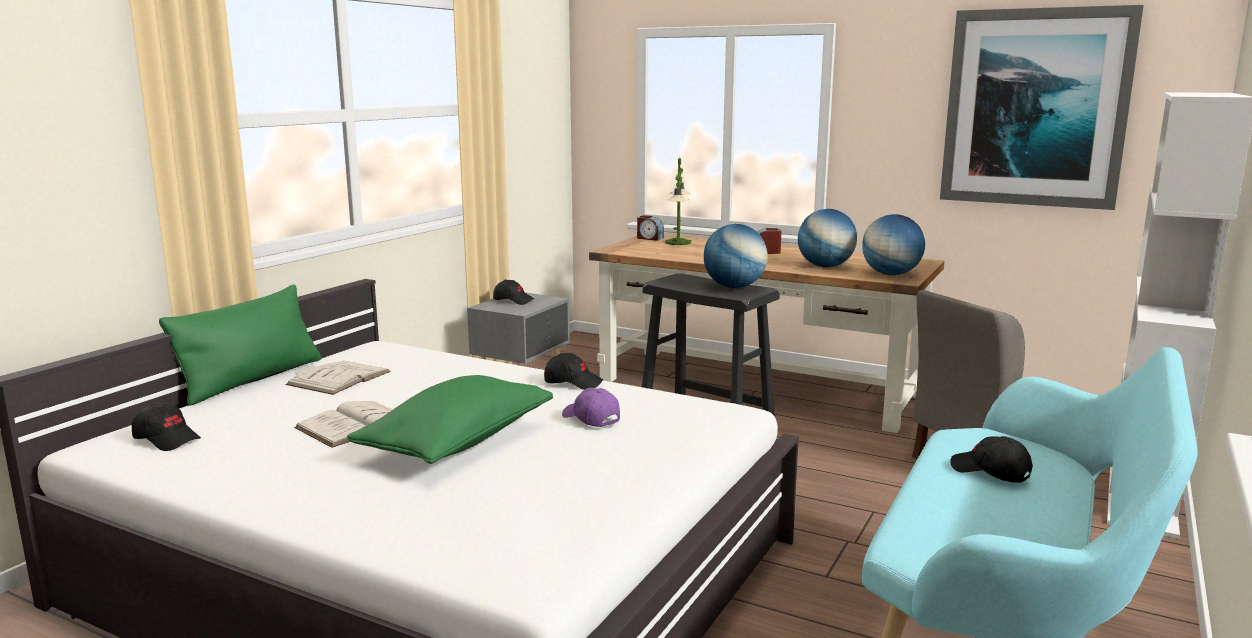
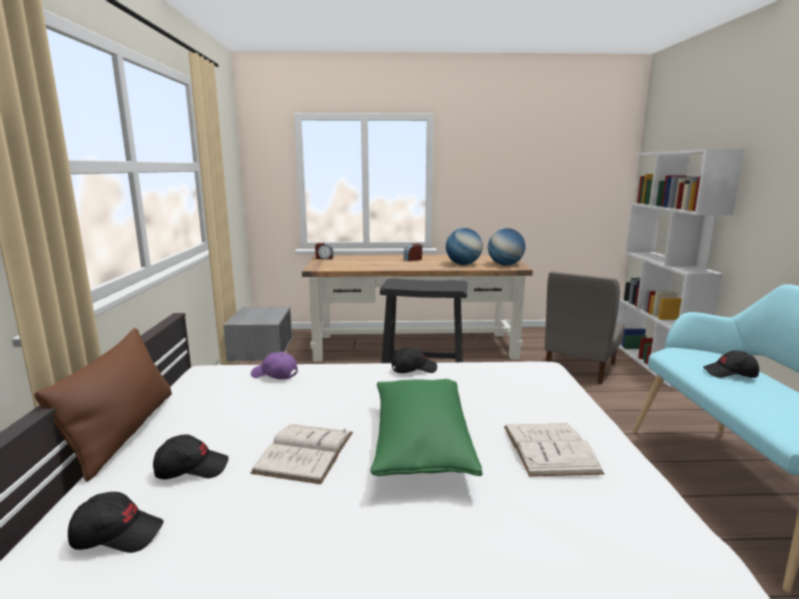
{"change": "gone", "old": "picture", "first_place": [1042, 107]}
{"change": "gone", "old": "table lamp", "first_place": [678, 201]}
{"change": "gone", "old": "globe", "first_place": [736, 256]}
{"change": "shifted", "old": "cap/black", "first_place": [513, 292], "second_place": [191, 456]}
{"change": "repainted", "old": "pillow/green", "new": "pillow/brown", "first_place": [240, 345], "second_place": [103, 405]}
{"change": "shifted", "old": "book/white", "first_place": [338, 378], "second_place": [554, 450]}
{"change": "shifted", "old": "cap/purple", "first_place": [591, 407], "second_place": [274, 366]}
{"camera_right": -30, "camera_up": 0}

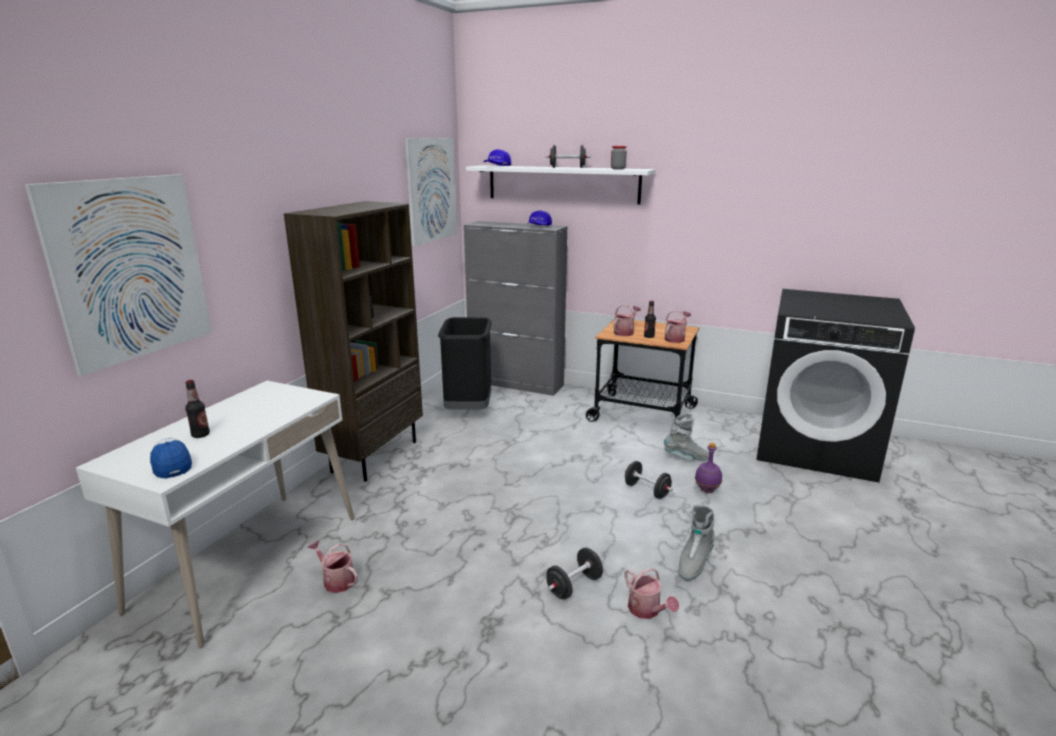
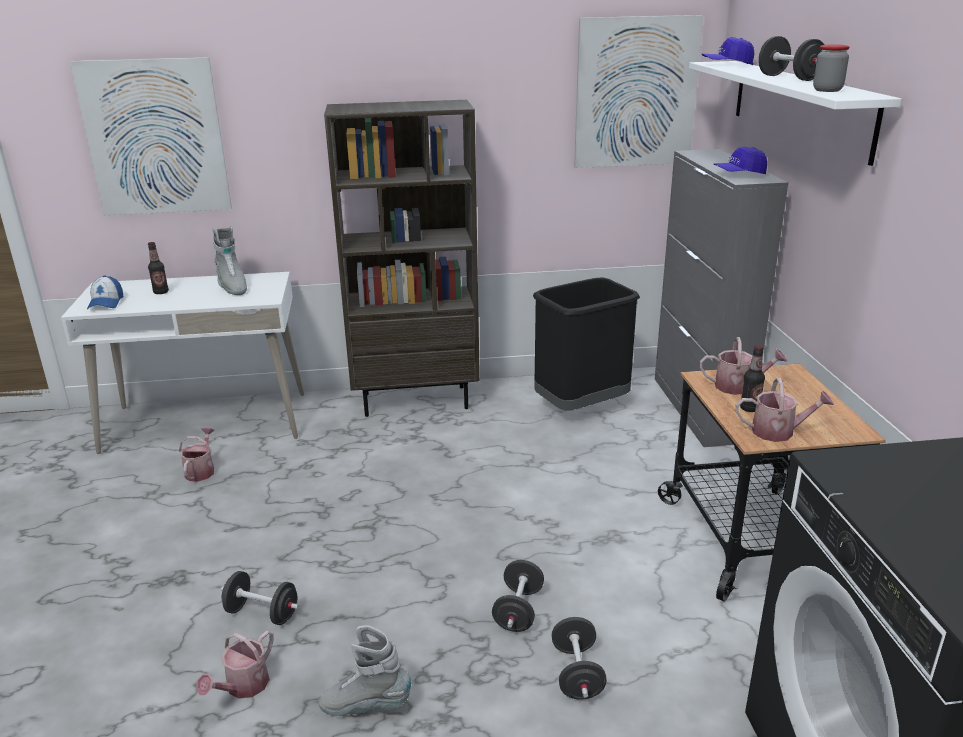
{"change": "shifted", "old": "boot/grey", "first_place": [686, 436], "second_place": [230, 260]}
{"change": "rotated", "old": "cap", "first_place": [171, 458], "second_place": [105, 292], "degrees": 150}
{"change": "swapped", "old": "bottle/purple", "new": "dumbbell/black", "first_place": [708, 468], "second_place": [579, 658]}
{"camera_right": 60, "camera_up": 5}

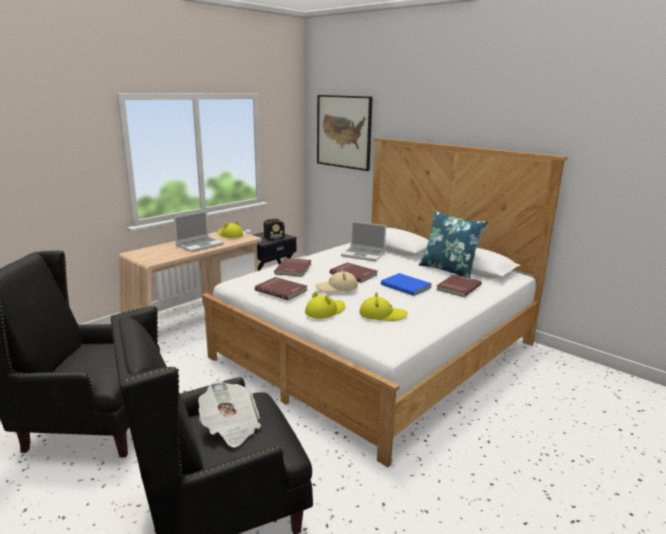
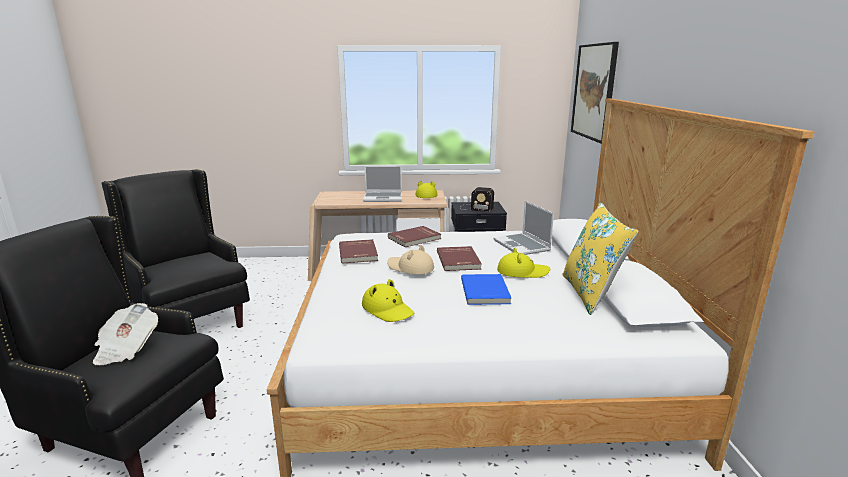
{"change": "repainted", "old": "pillow/blue", "new": "pillow/yellow", "first_place": [453, 244], "second_place": [600, 259]}
{"change": "gone", "old": "book/red", "first_place": [459, 285]}
{"change": "shifted", "old": "hat/yellow", "first_place": [325, 305], "second_place": [523, 262]}
{"camera_right": 45, "camera_up": 0}

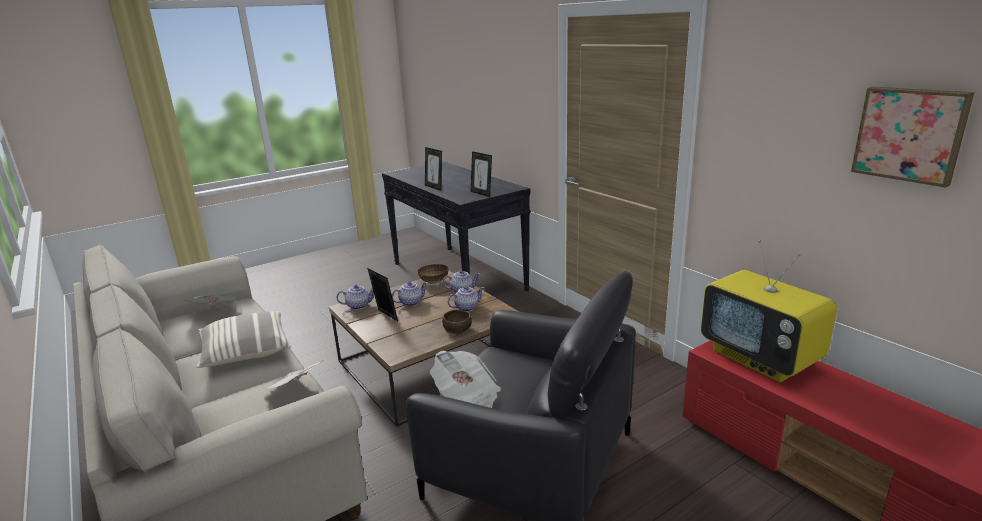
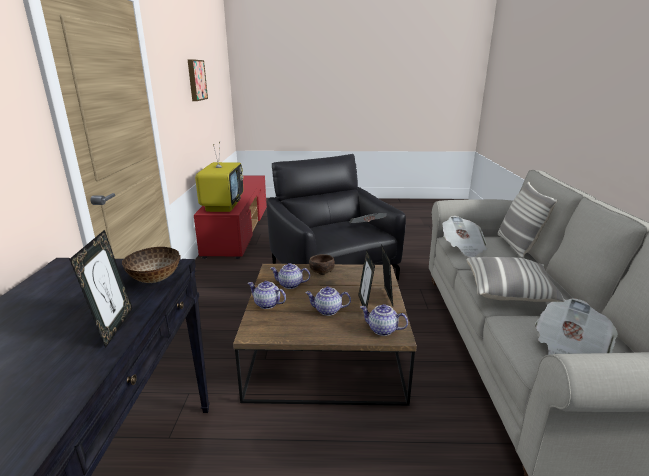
{"change": "shifted", "old": "picture frame", "first_place": [481, 174], "second_place": [387, 275]}
{"change": "shifted", "old": "bowl", "first_place": [433, 274], "second_place": [151, 265]}
{"change": "new", "new": "pillow", "second_place": [527, 220]}
{"camera_right": -145, "camera_up": 0}

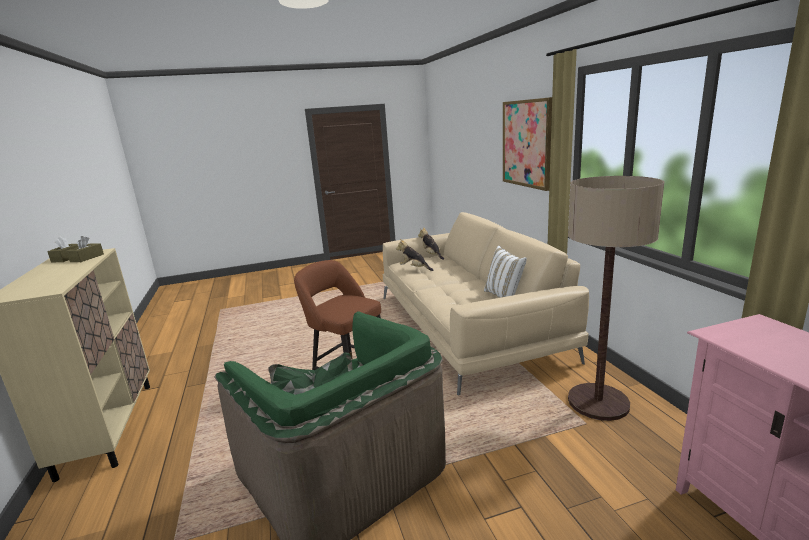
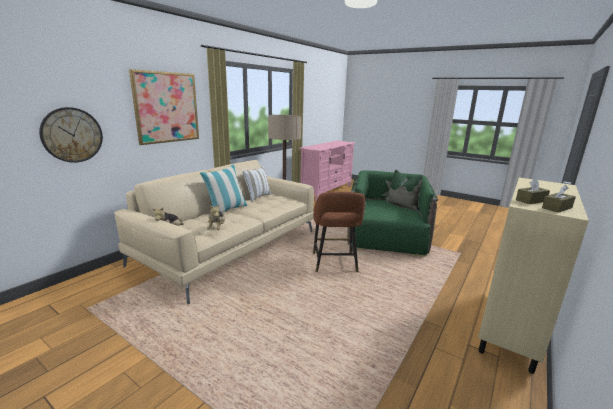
{"change": "new", "new": "wall clock", "second_place": [71, 135]}
{"change": "new", "new": "pillow", "second_place": [223, 189]}
{"camera_right": -130, "camera_up": 0}

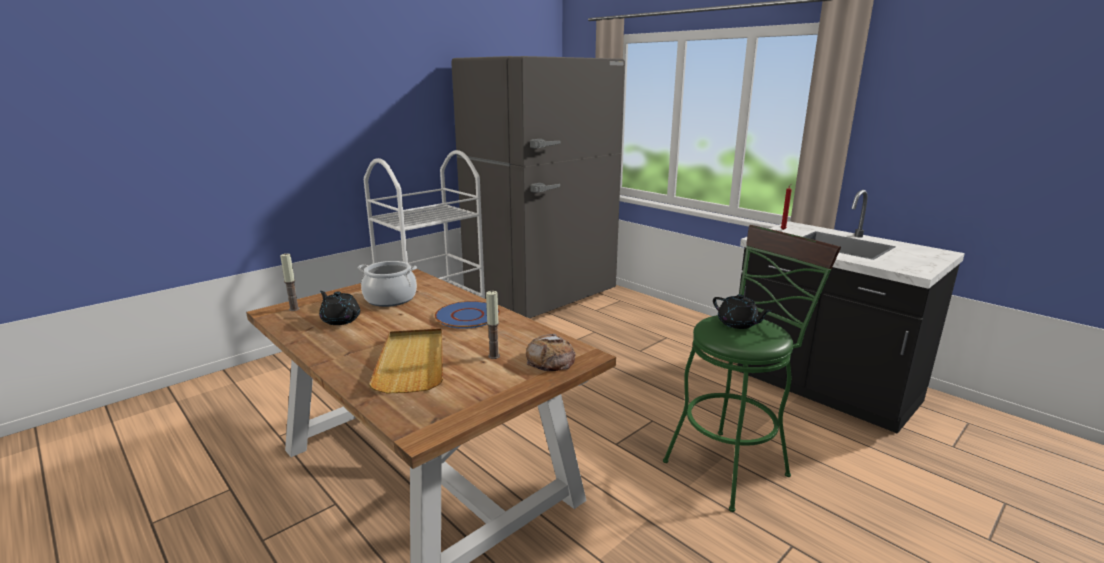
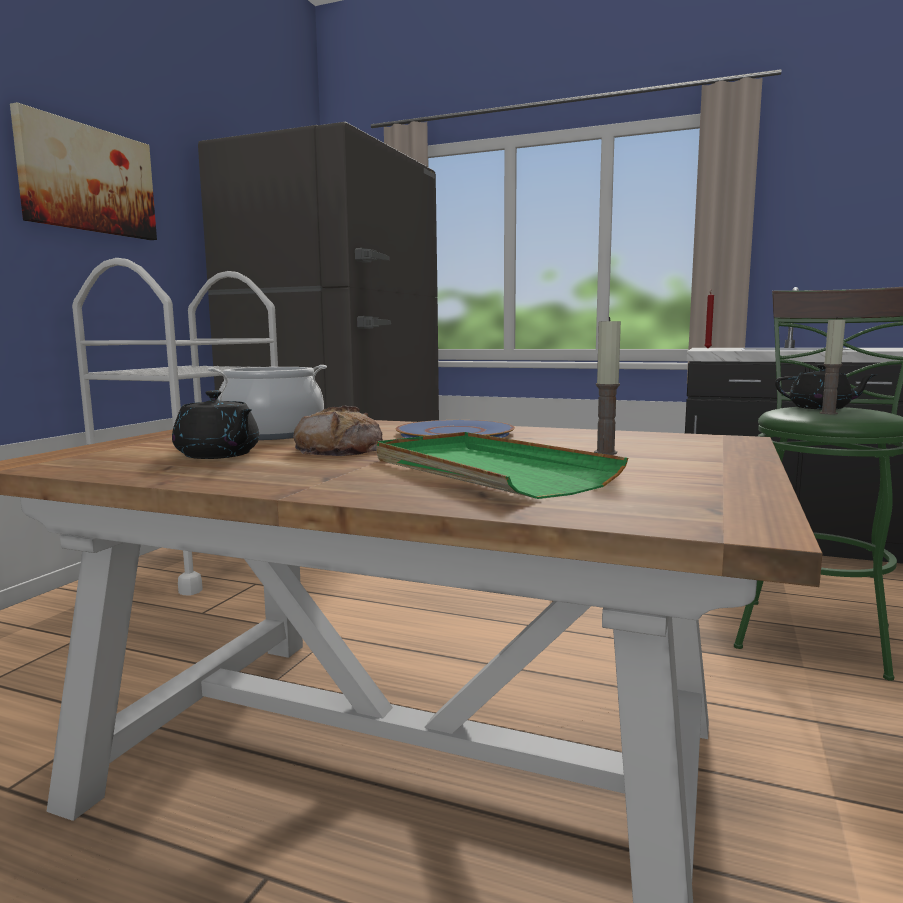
{"change": "shifted", "old": "candle", "first_place": [290, 282], "second_place": [832, 365]}
{"change": "rotated", "old": "teapot/black", "first_place": [339, 308], "second_place": [215, 424], "degrees": -150}
{"change": "repainted", "old": "tray/beige", "new": "tray/green", "first_place": [406, 360], "second_place": [502, 465]}
{"change": "shifted", "old": "bread", "first_place": [551, 352], "second_place": [338, 430]}
{"change": "new", "new": "picture", "second_place": [83, 171]}
{"camera_right": -25, "camera_up": -10}

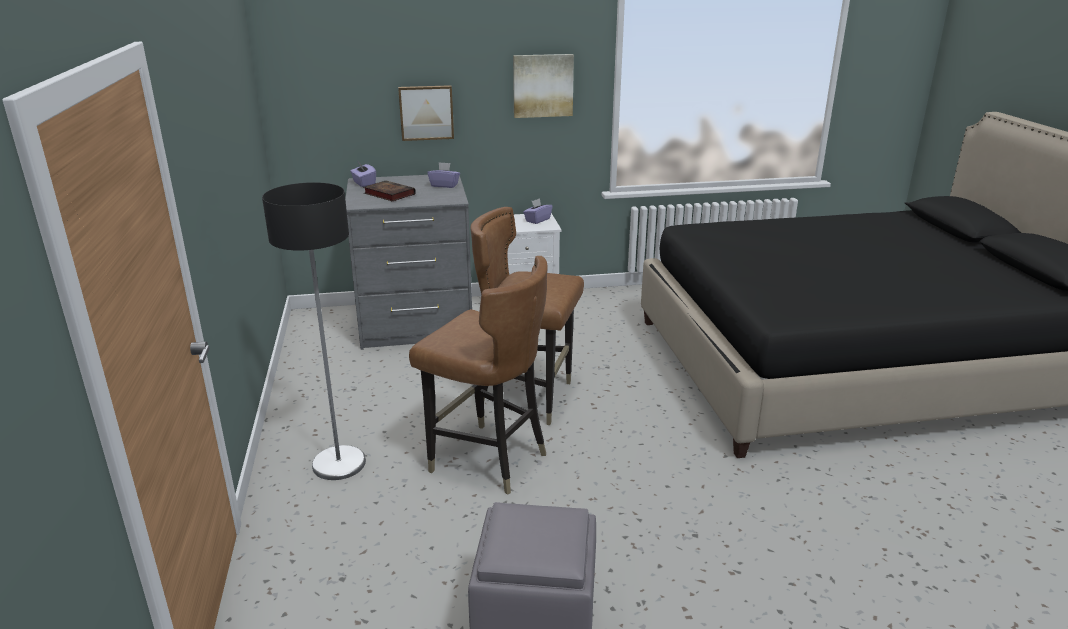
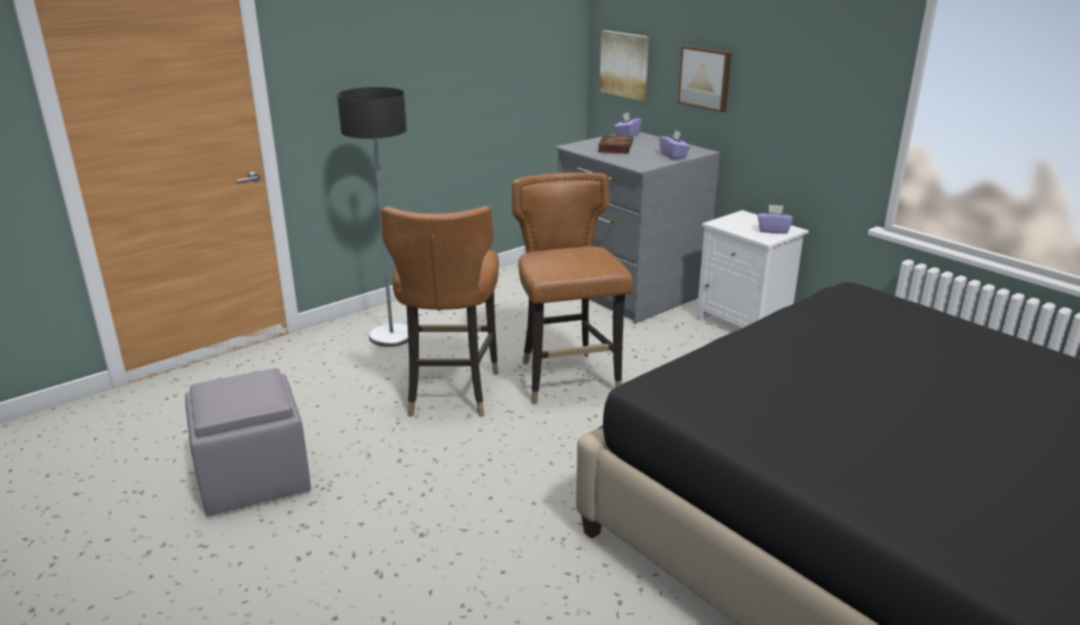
{"change": "shifted", "old": "picture", "first_place": [543, 86], "second_place": [624, 65]}
{"camera_right": 60, "camera_up": 0}

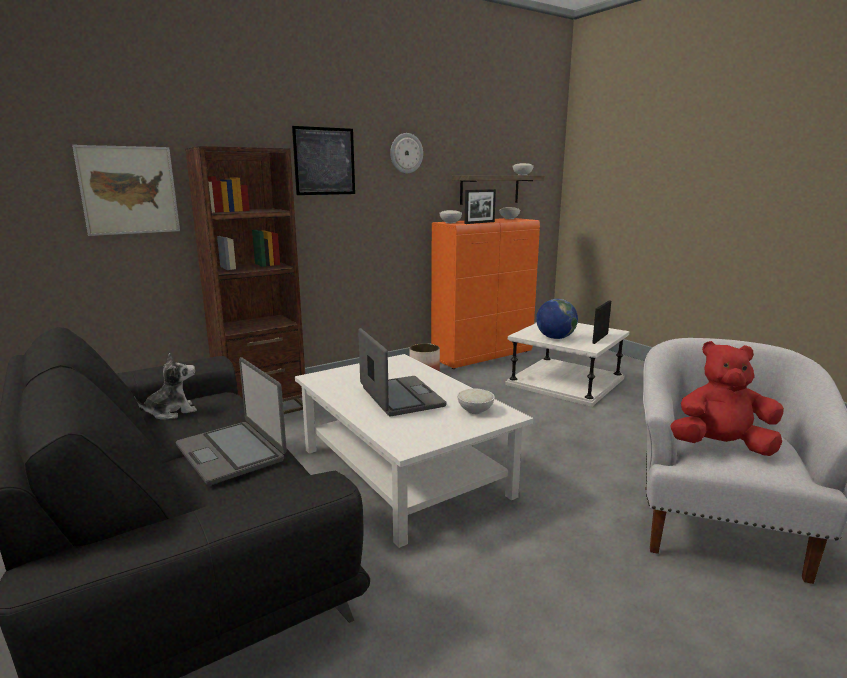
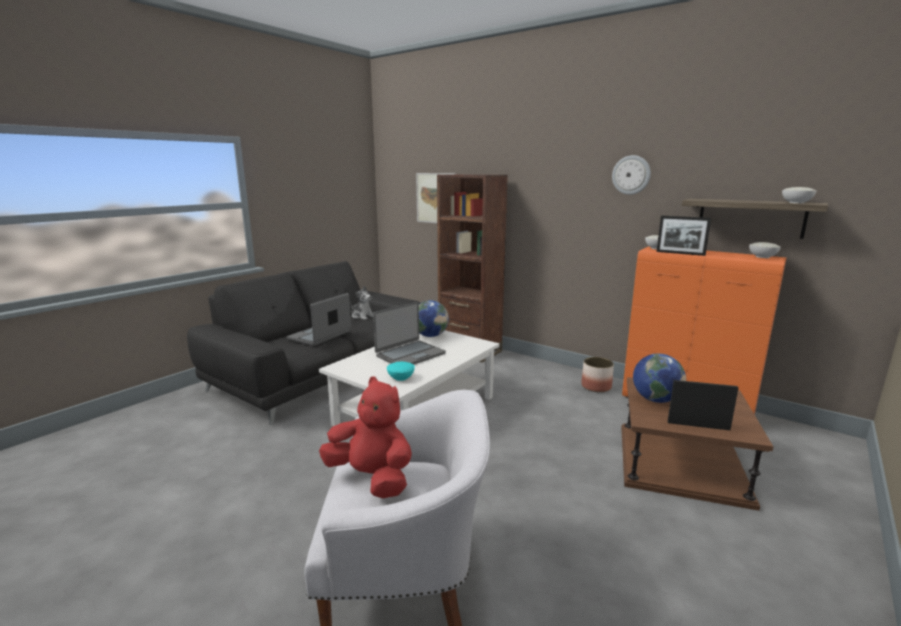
{"change": "gone", "old": "picture", "first_place": [323, 160]}
{"change": "repainted", "old": "side table/white", "new": "side table/brown", "first_place": [567, 365], "second_place": [697, 444]}
{"change": "rotated", "old": "plush toy/red", "first_place": [727, 398], "second_place": [365, 437], "degrees": -45}
{"change": "repainted", "old": "bowl/white", "new": "bowl/turquoise", "first_place": [476, 401], "second_place": [401, 371]}
{"change": "new", "new": "globe", "second_place": [434, 318]}
{"camera_right": 70, "camera_up": 0}

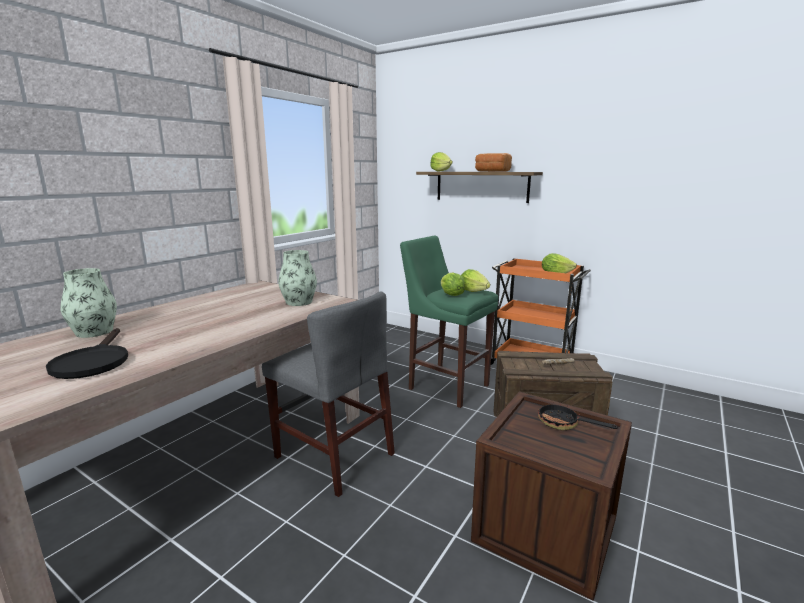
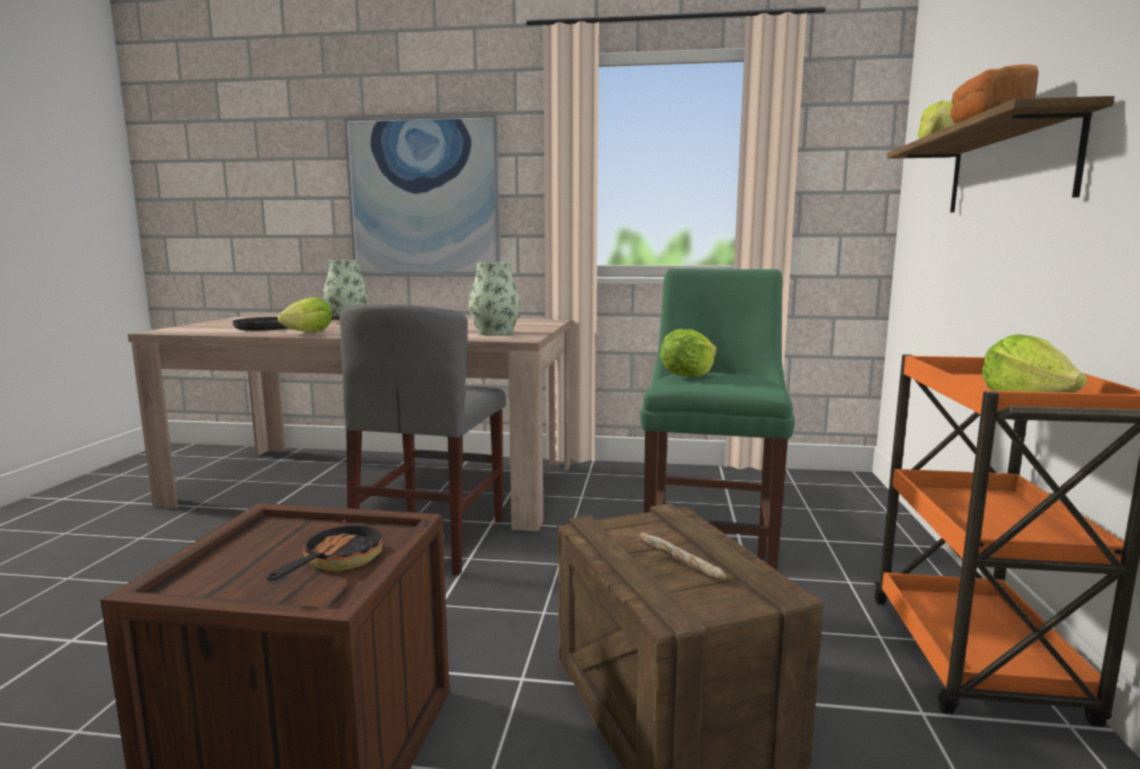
{"change": "shifted", "old": "lettuce", "first_place": [475, 280], "second_place": [305, 314]}
{"change": "new", "new": "picture", "second_place": [422, 195]}
{"camera_right": 65, "camera_up": -5}

